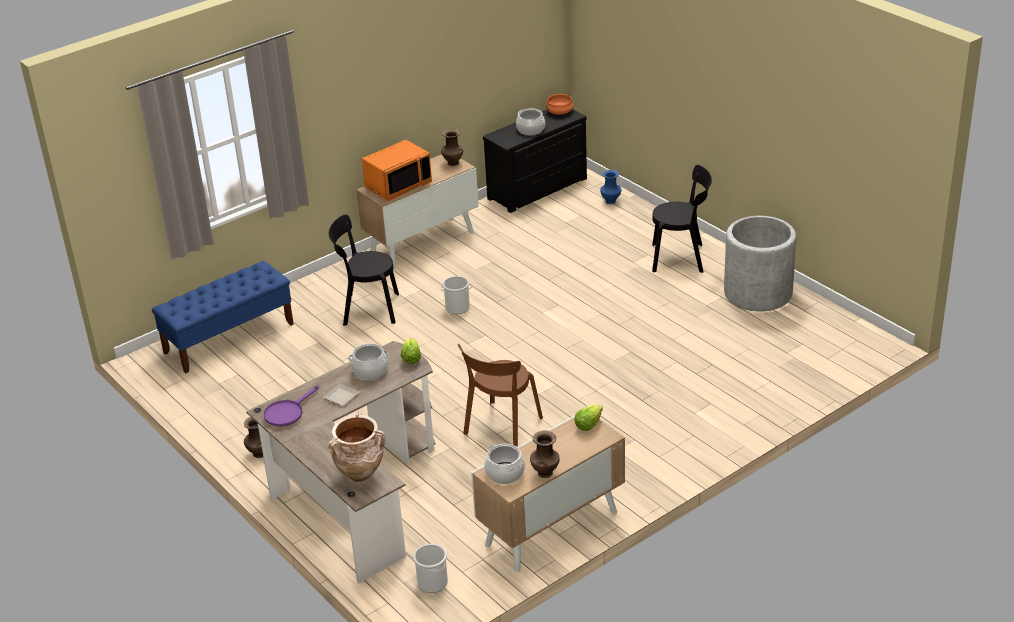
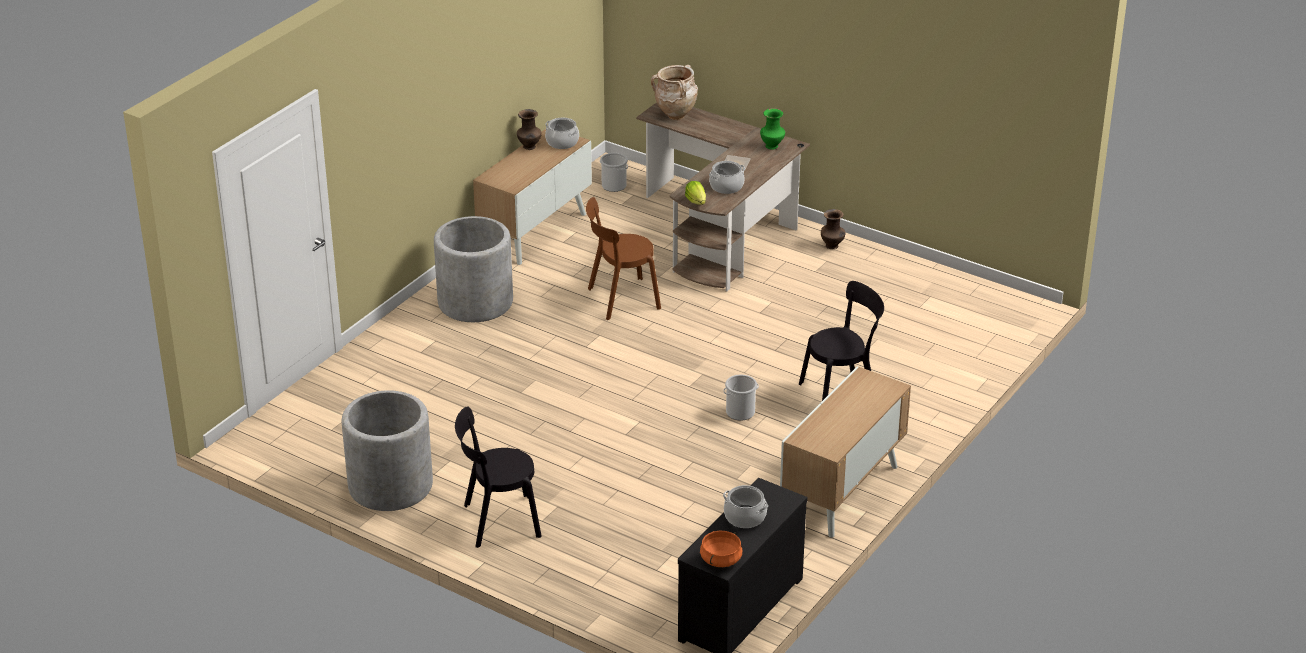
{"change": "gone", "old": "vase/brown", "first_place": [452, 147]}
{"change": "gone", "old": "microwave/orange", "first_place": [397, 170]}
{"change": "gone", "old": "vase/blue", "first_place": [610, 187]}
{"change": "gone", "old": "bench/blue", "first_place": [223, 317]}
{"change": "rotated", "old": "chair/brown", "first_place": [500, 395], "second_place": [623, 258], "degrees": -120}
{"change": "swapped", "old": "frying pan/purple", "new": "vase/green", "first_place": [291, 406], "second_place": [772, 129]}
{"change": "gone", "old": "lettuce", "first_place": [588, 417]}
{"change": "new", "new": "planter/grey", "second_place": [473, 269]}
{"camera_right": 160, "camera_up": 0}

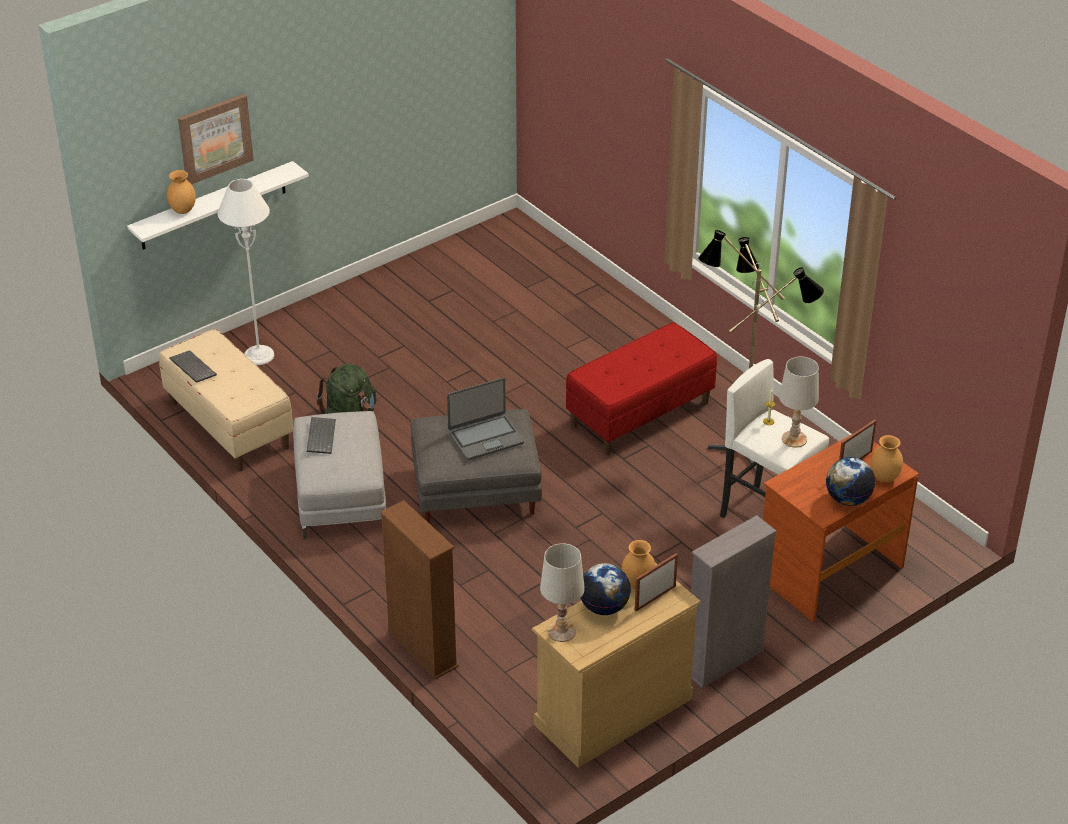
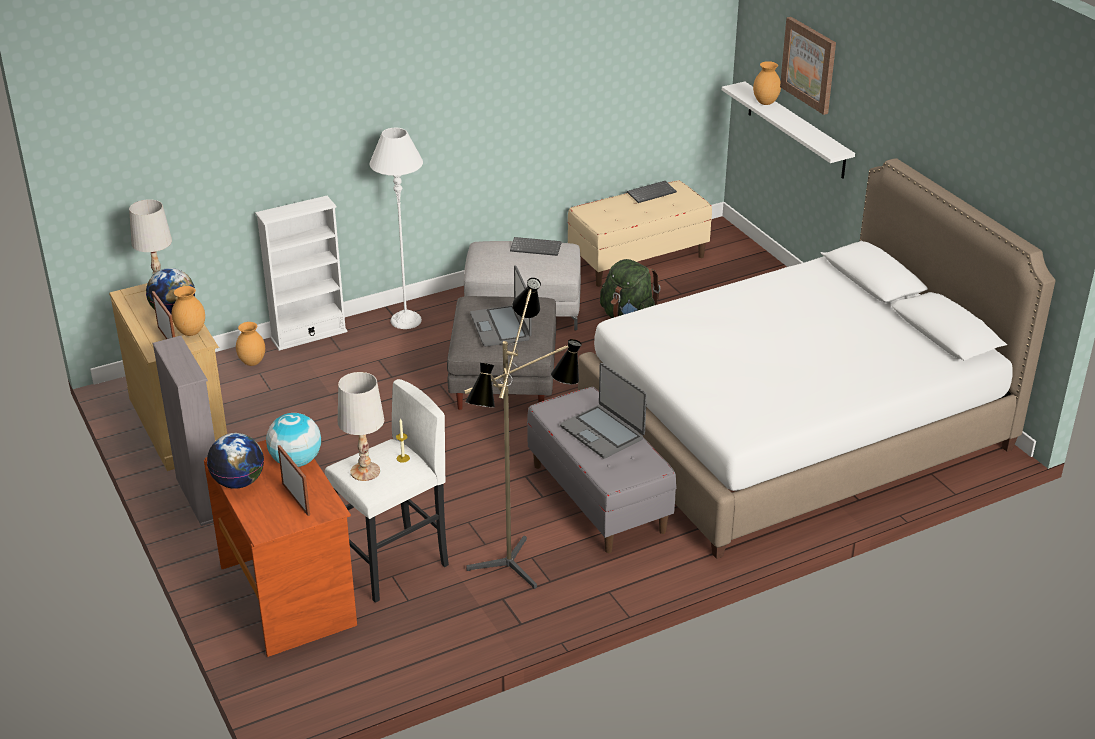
{"change": "shifted", "old": "floor lamp/white", "first_place": [246, 272], "second_place": [396, 228]}
{"change": "repainted", "old": "bench/red", "new": "bench/grey", "first_place": [641, 388], "second_place": [601, 470]}
{"change": "shifted", "old": "vase/brown", "first_place": [886, 459], "second_place": [250, 344]}
{"change": "repainted", "old": "bookcase/brown", "new": "bookcase/white", "first_place": [419, 589], "second_place": [301, 273]}
{"change": "new", "new": "bed/white", "second_place": [816, 358]}
{"change": "new", "new": "laptop", "second_place": [603, 411]}
{"change": "new", "new": "globe", "second_place": [293, 440]}
{"camera_right": 100, "camera_up": -5}

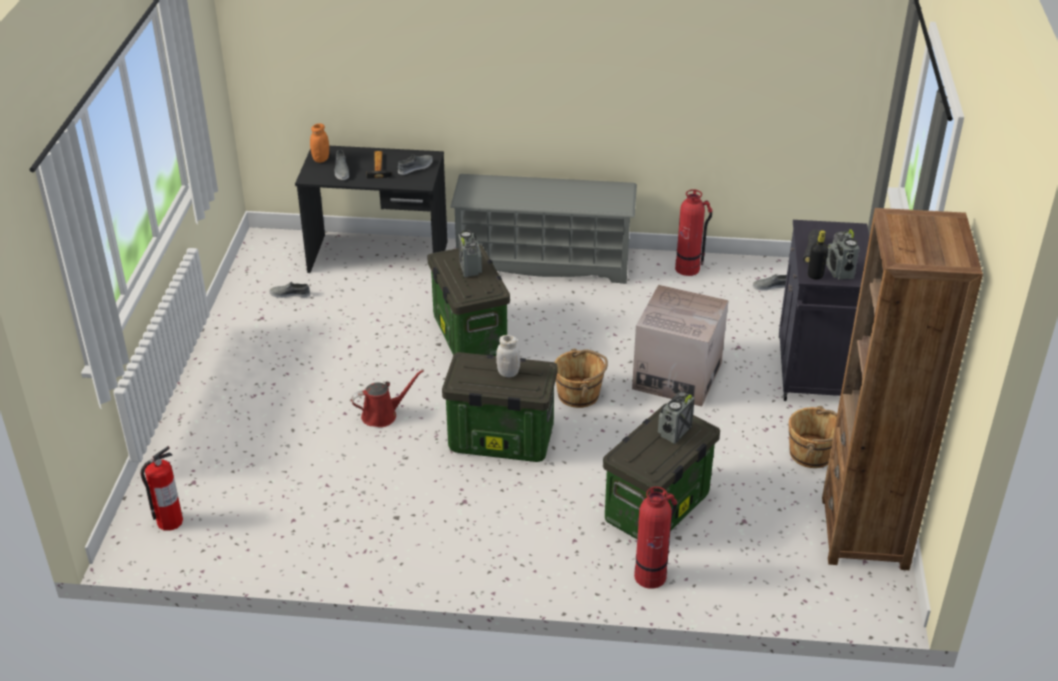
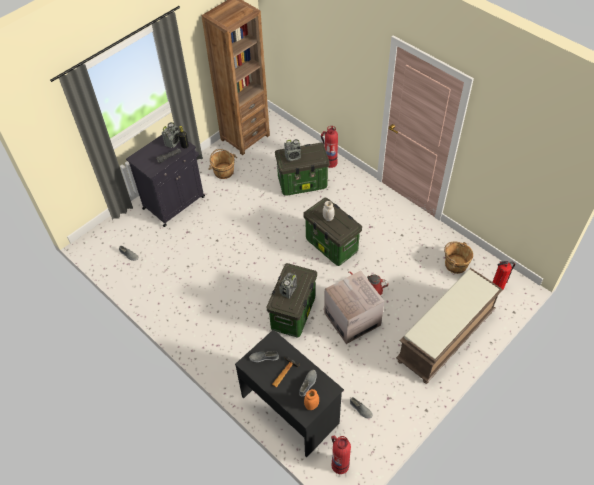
{"change": "gone", "old": "shoe rack/grey", "first_place": [543, 229]}
{"change": "shifted", "old": "fire extinguisher", "first_place": [693, 232], "second_place": [341, 455]}
{"change": "shifted", "old": "cardboard box", "first_place": [680, 346], "second_place": [354, 307]}
{"change": "shifted", "old": "bucket/brown", "first_place": [581, 378], "second_place": [458, 258]}
{"change": "new", "new": "bench/brown", "second_place": [449, 326]}
{"camera_right": -140, "camera_up": 15}

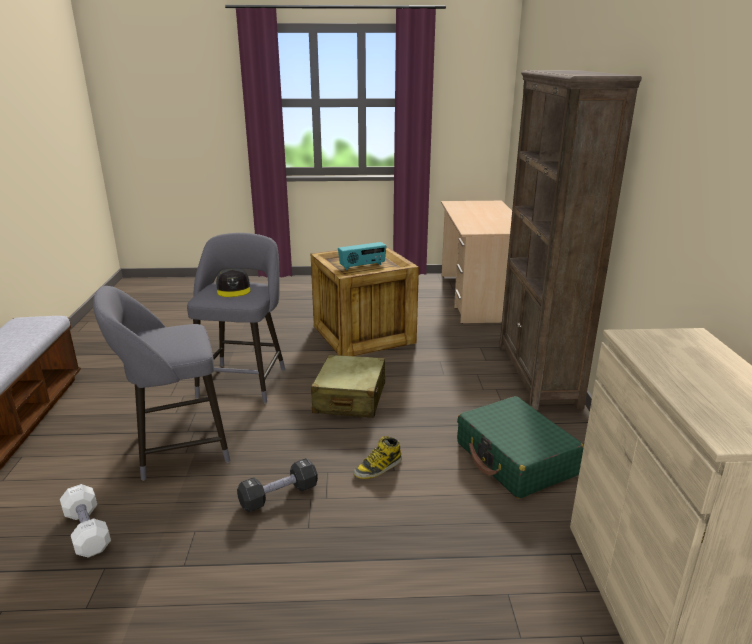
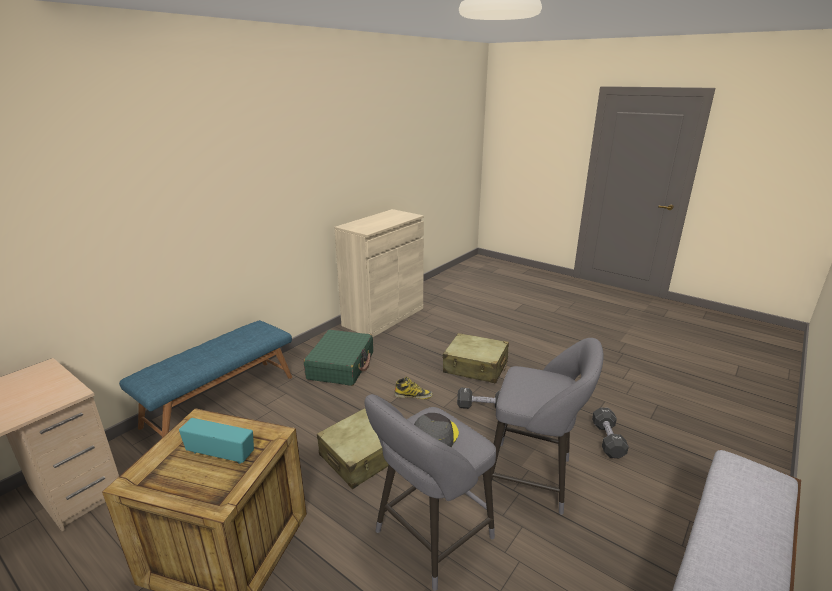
{"change": "swapped", "old": "bookcase/brown", "new": "bench/blue", "first_place": [570, 240], "second_place": [205, 379]}
{"change": "repainted", "old": "dumbbell/white", "new": "dumbbell/black", "first_place": [85, 521], "second_place": [610, 432]}
{"change": "new", "new": "suitcase/beige", "second_place": [476, 358]}
{"camera_right": -140, "camera_up": 0}

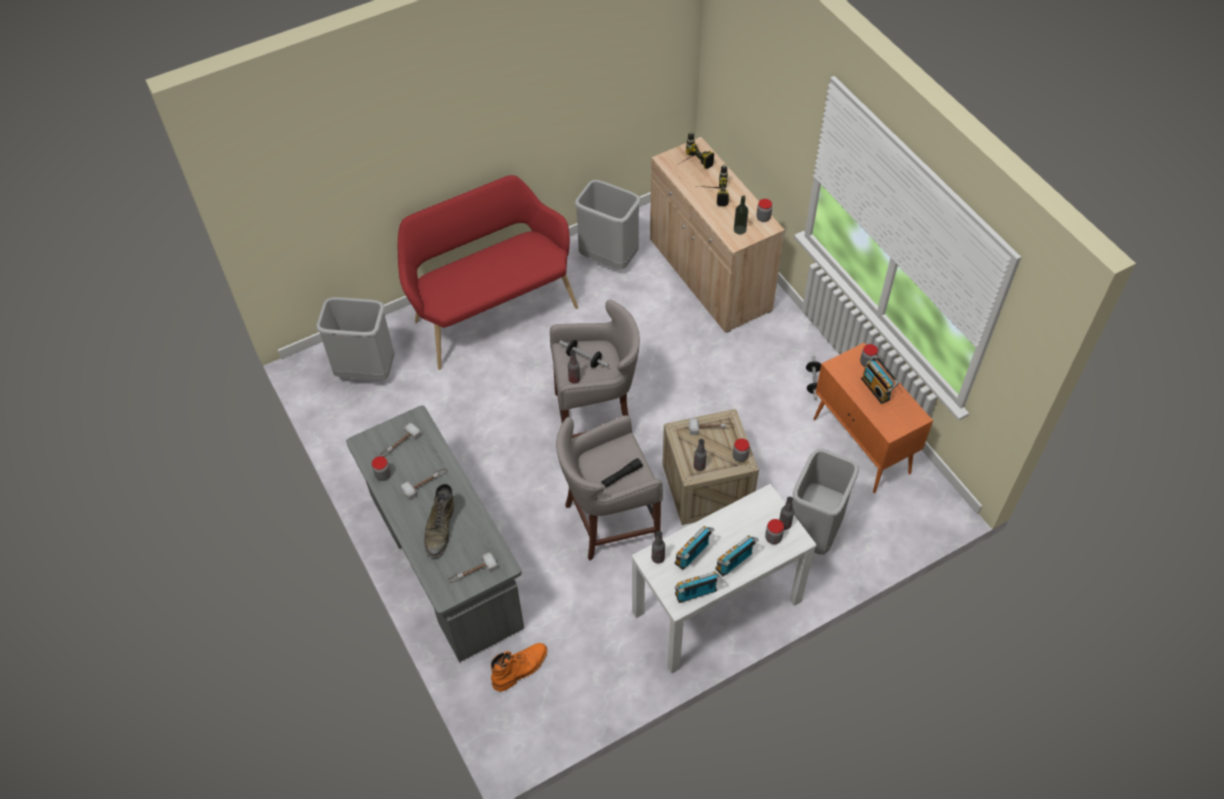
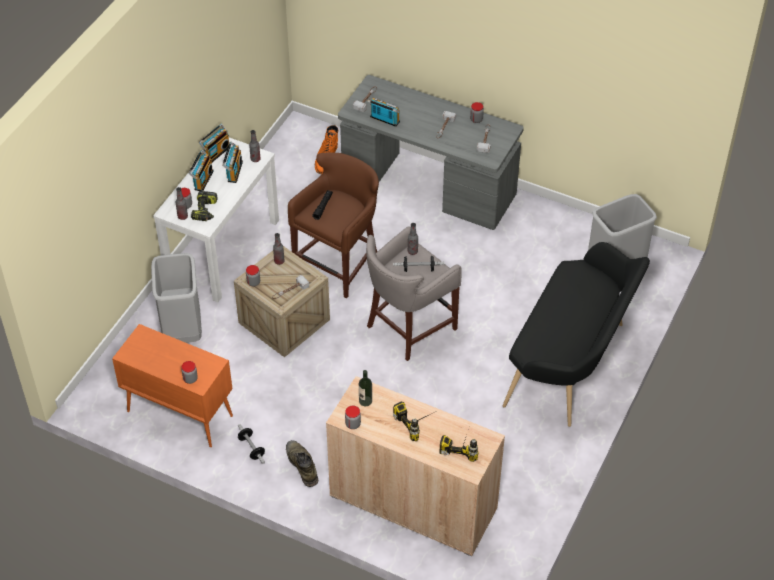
{"change": "repainted", "old": "bench/red", "new": "bench/black", "first_place": [488, 272], "second_place": [576, 334]}
{"change": "gone", "old": "trash can/grey", "first_place": [608, 224]}
{"change": "shifted", "old": "radio", "first_place": [880, 379], "second_place": [383, 112]}
{"change": "repainted", "old": "stool/grey", "new": "stool/brown", "first_place": [609, 488], "second_place": [333, 225]}
{"change": "shifted", "old": "boot/green", "first_place": [439, 520], "second_place": [302, 463]}
{"change": "new", "new": "power drill", "second_place": [204, 206]}
{"camera_right": 145, "camera_up": -5}

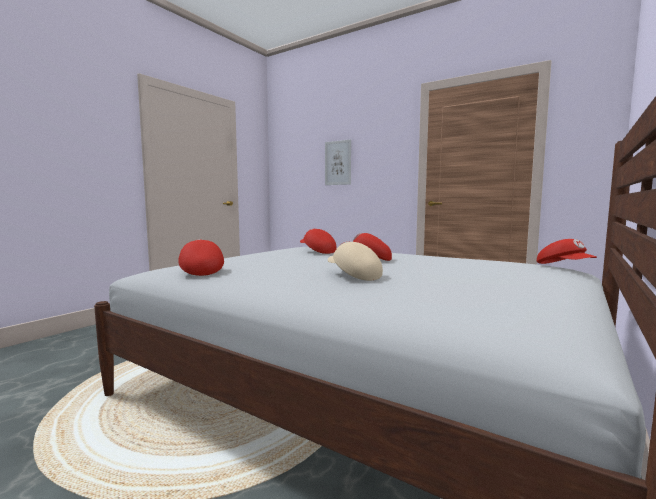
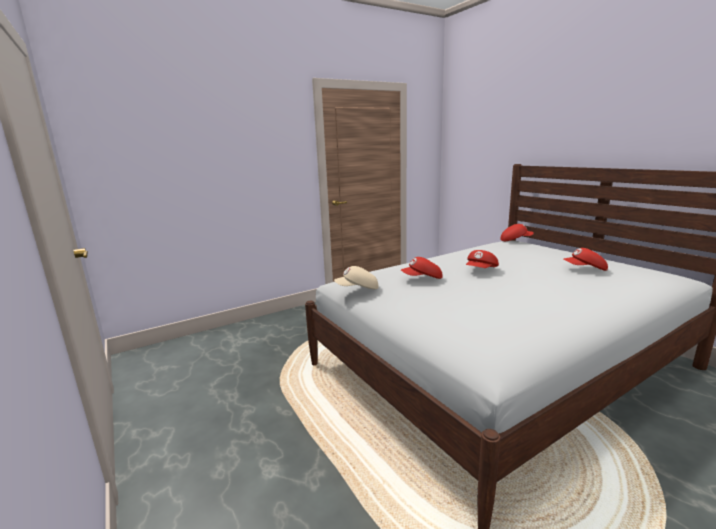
{"change": "gone", "old": "picture", "first_place": [338, 162]}
{"change": "shifted", "old": "cap/red", "first_place": [201, 257], "second_place": [586, 259]}
{"change": "shifted", "old": "cap/beige", "first_place": [355, 261], "second_place": [356, 277]}
{"camera_right": -65, "camera_up": 10}

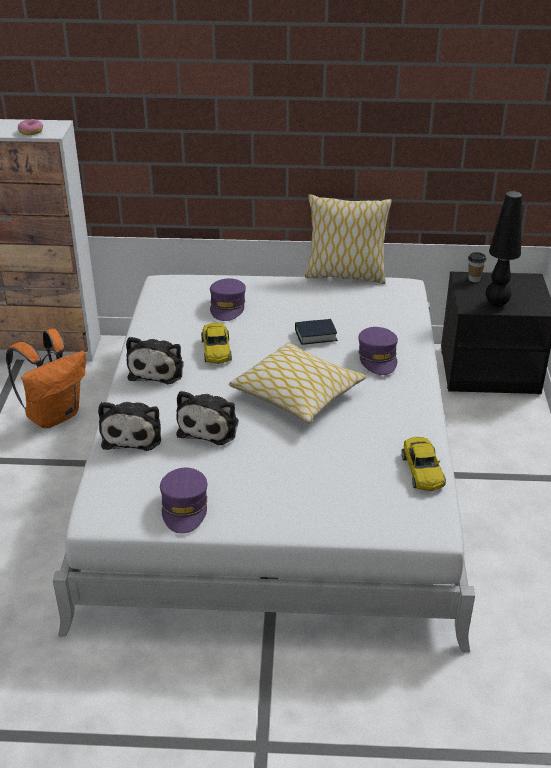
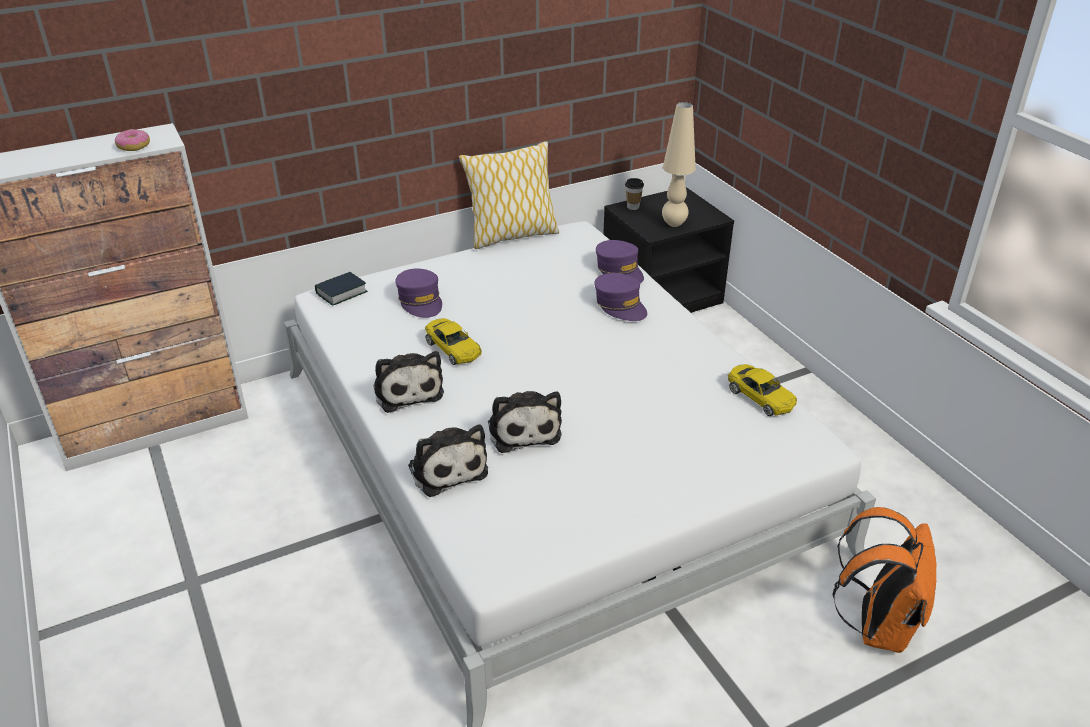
{"change": "repainted", "old": "table lamp/black", "new": "table lamp/beige", "first_place": [503, 249], "second_place": [679, 164]}
{"change": "shifted", "old": "book", "first_place": [316, 332], "second_place": [341, 289]}
{"change": "shifted", "old": "backpack/orange", "first_place": [46, 378], "second_place": [884, 580]}
{"change": "gone", "old": "pillow", "first_place": [297, 383]}
{"change": "shifted", "old": "cap/purple", "first_place": [184, 501], "second_place": [620, 261]}
{"camera_right": -30, "camera_up": 0}

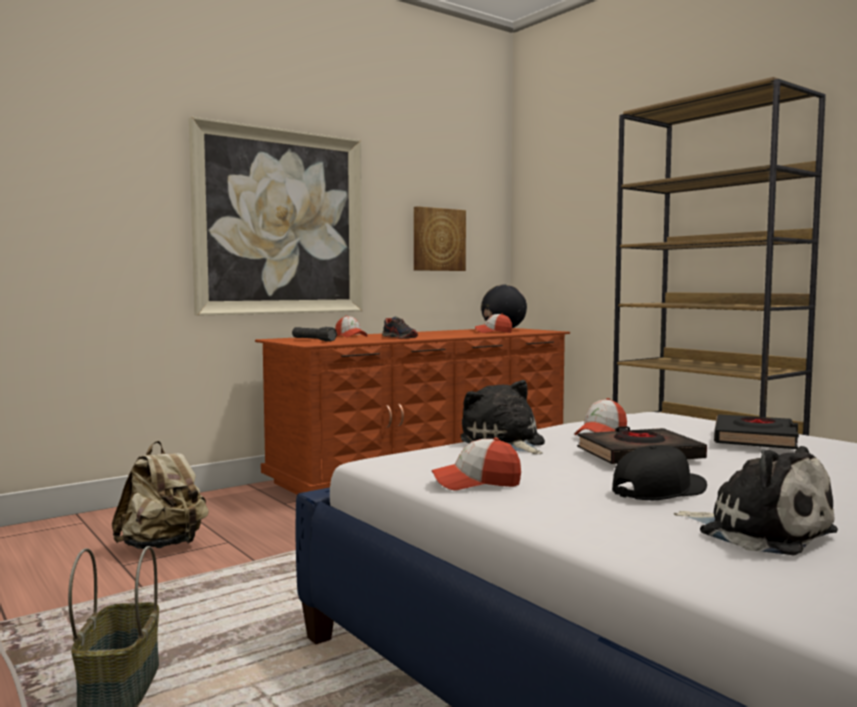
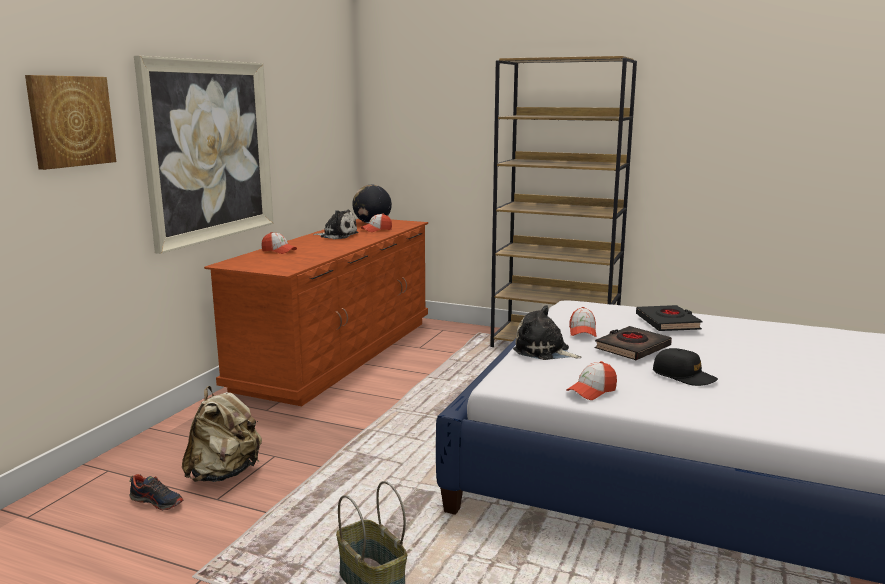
{"change": "shifted", "old": "picture", "first_place": [440, 238], "second_place": [70, 122]}
{"change": "shifted", "old": "shoe", "first_place": [400, 328], "second_place": [156, 492]}
{"change": "gone", "old": "flashlight/black", "first_place": [314, 334]}
{"change": "rotated", "old": "cap/black", "first_place": [659, 472], "second_place": [685, 367], "degrees": 105}
{"change": "shifted", "old": "plush toy", "first_place": [756, 501], "second_place": [335, 224]}
{"camera_right": -30, "camera_up": 10}

